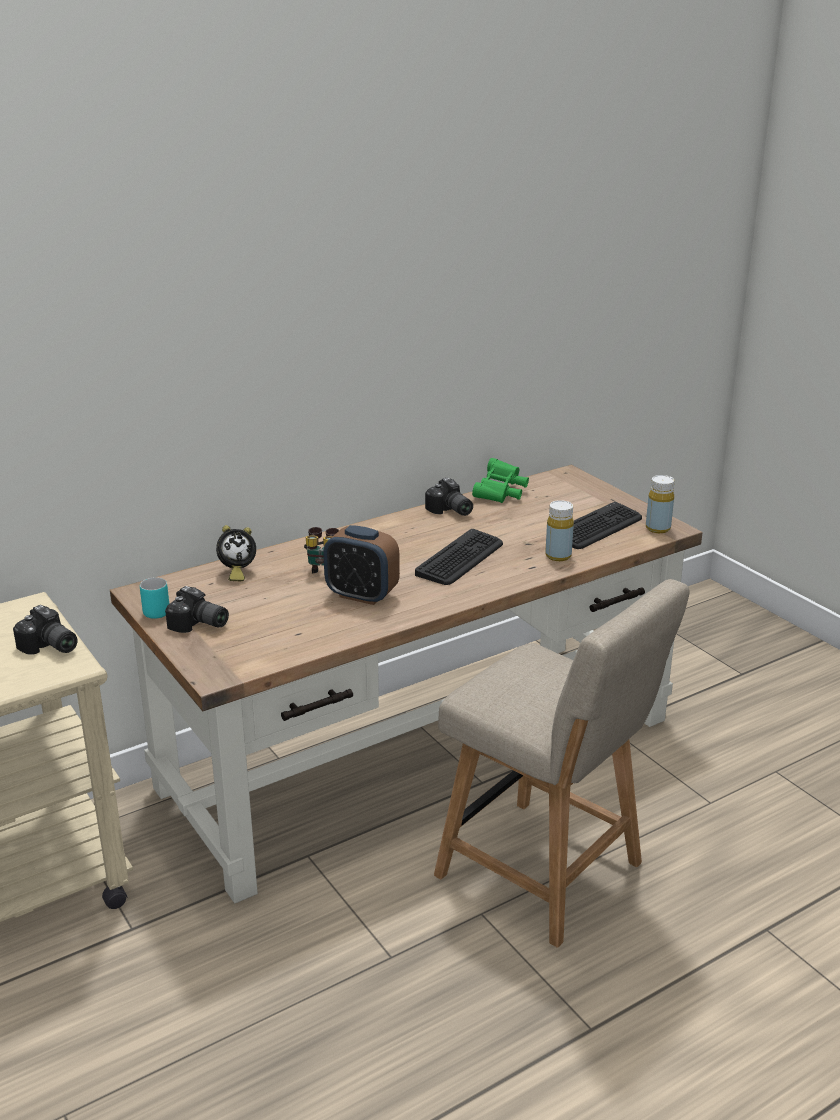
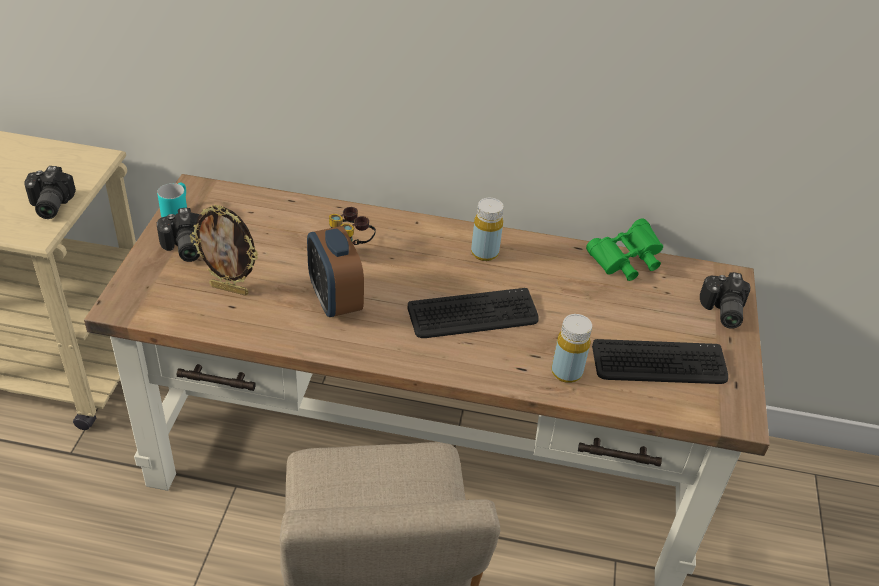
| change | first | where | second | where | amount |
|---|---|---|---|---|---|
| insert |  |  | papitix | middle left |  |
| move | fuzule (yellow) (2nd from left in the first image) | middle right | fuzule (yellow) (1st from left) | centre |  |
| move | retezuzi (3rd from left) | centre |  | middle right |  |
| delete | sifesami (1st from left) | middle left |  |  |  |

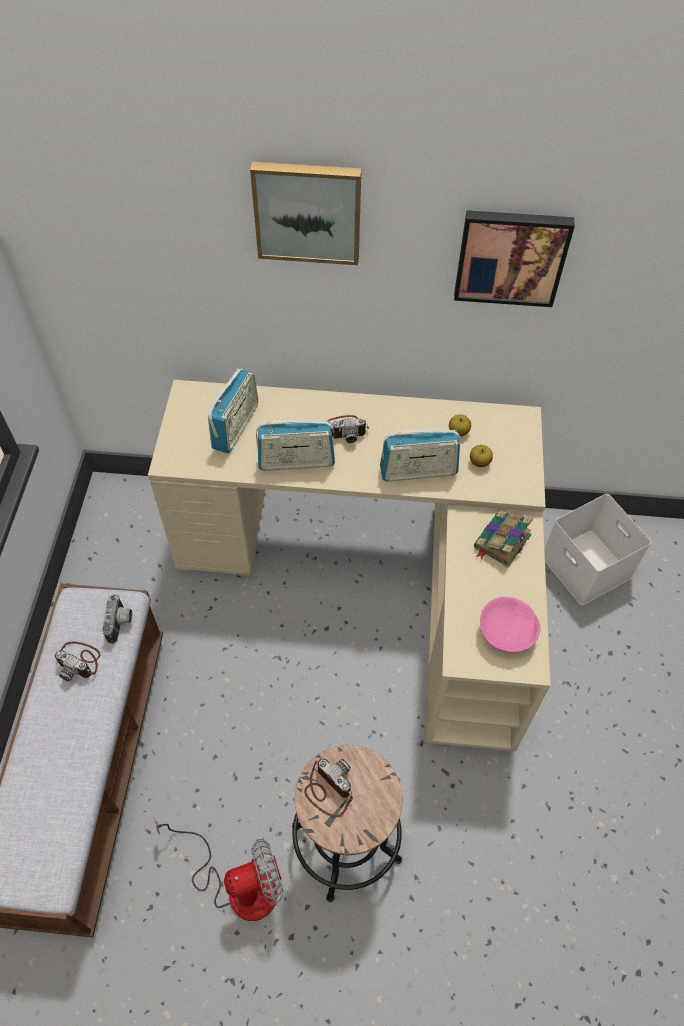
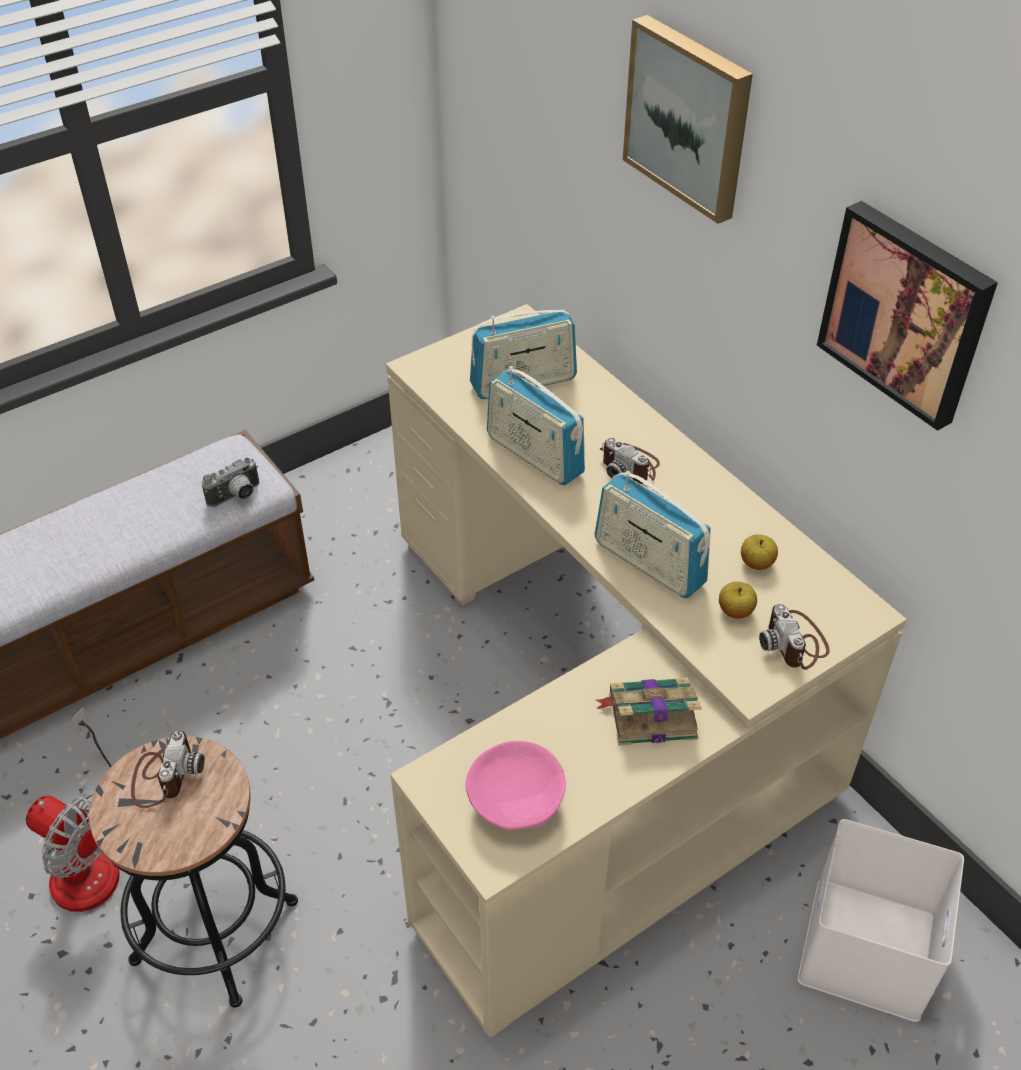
| change | first | where | second | where | amount |
|---|---|---|---|---|---|
| move | retezuzi (1st from left in the first image) | middle left | retezuzi (4th from left) | middle right |  |

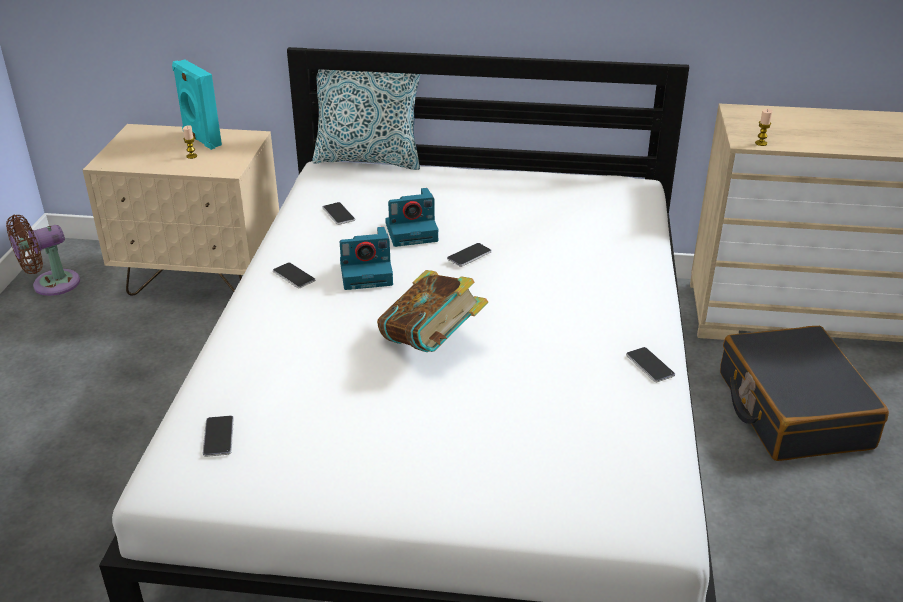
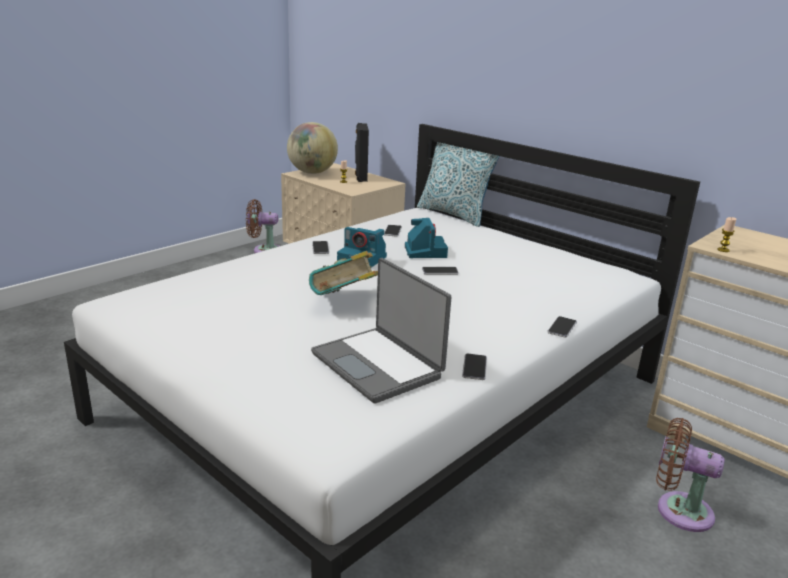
| change | first | where | second | where | amount |
|---|---|---|---|---|---|
| insert |  |  | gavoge | top centre |  |
| insert |  |  | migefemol | centre |  |
| recolor | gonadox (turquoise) | top left | gonadox (black) | top centre |  |
| rotate | retezuzi (2nd from left) | centre |  | centre | 120 degrees counterclockwise |
| move | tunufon (1st from left in the first image) | bottom left | tunufon (5th from left) | middle right |  |
| replace | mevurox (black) | middle right | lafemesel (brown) (2nd from left) | bottom right |  |

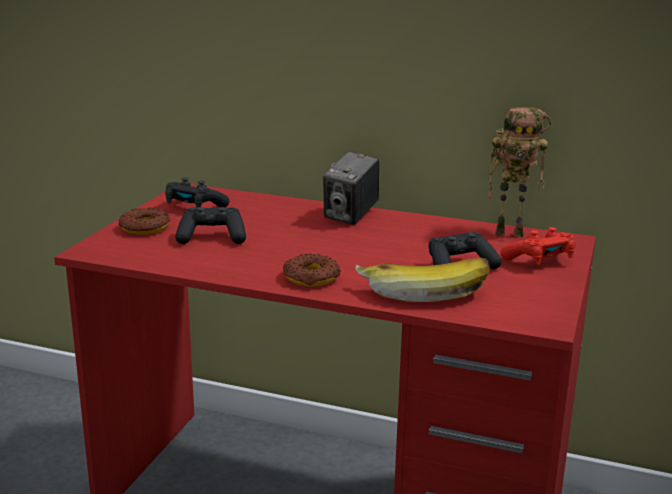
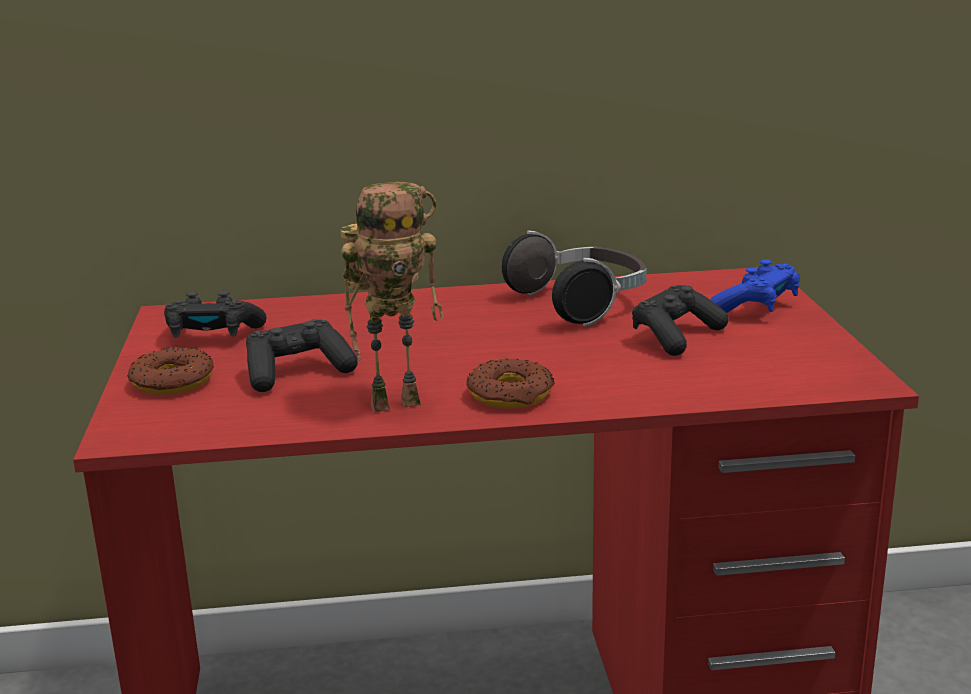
| change | first | where | second | where | amount |
|---|---|---|---|---|---|
| move | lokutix | middle right |  | centre |  |
| insert |  |  | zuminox | centre |  |
| recolor | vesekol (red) | middle right | vesekol (blue) | middle right |  |
| delete | retezuzi | centre |  |  |  |
| delete | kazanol | centre |  |  |  |

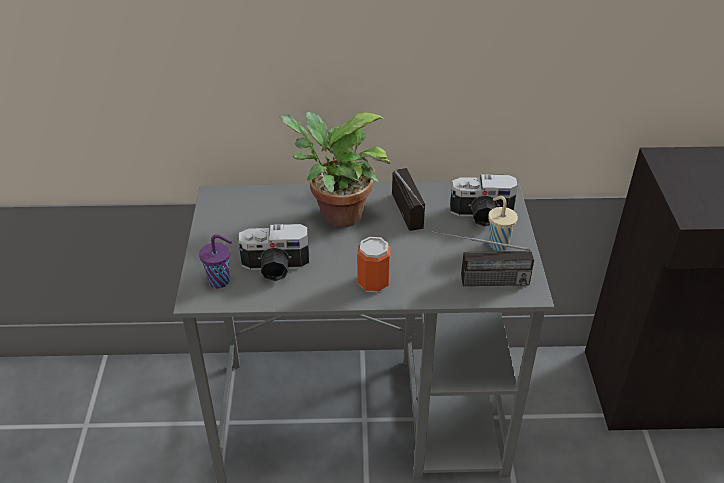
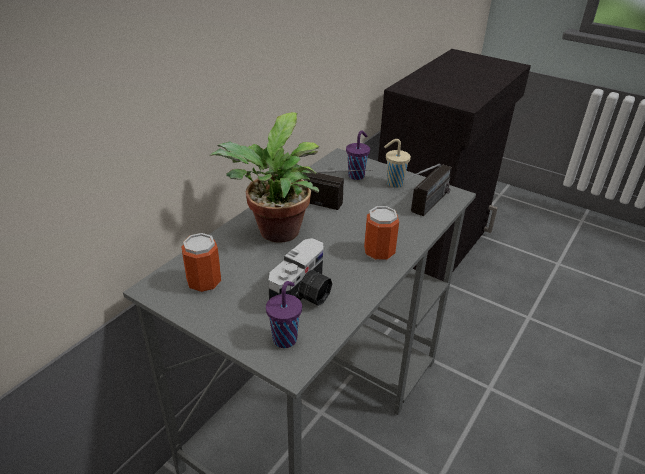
| change | first | where | second | where | amount |
|---|---|---|---|---|---|
| insert |  |  | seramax (1st from left) | middle left |  |
| replace | retezuzi (2nd from left) | middle right | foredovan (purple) (2nd from left) | top centre |  |

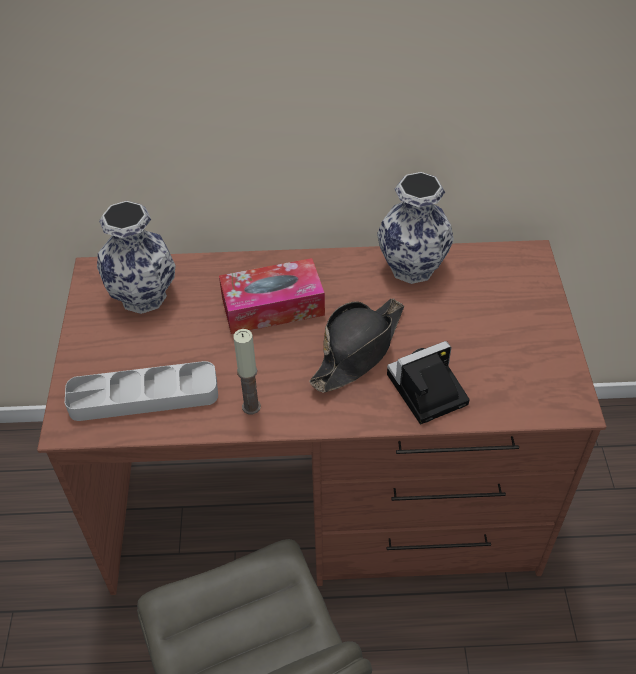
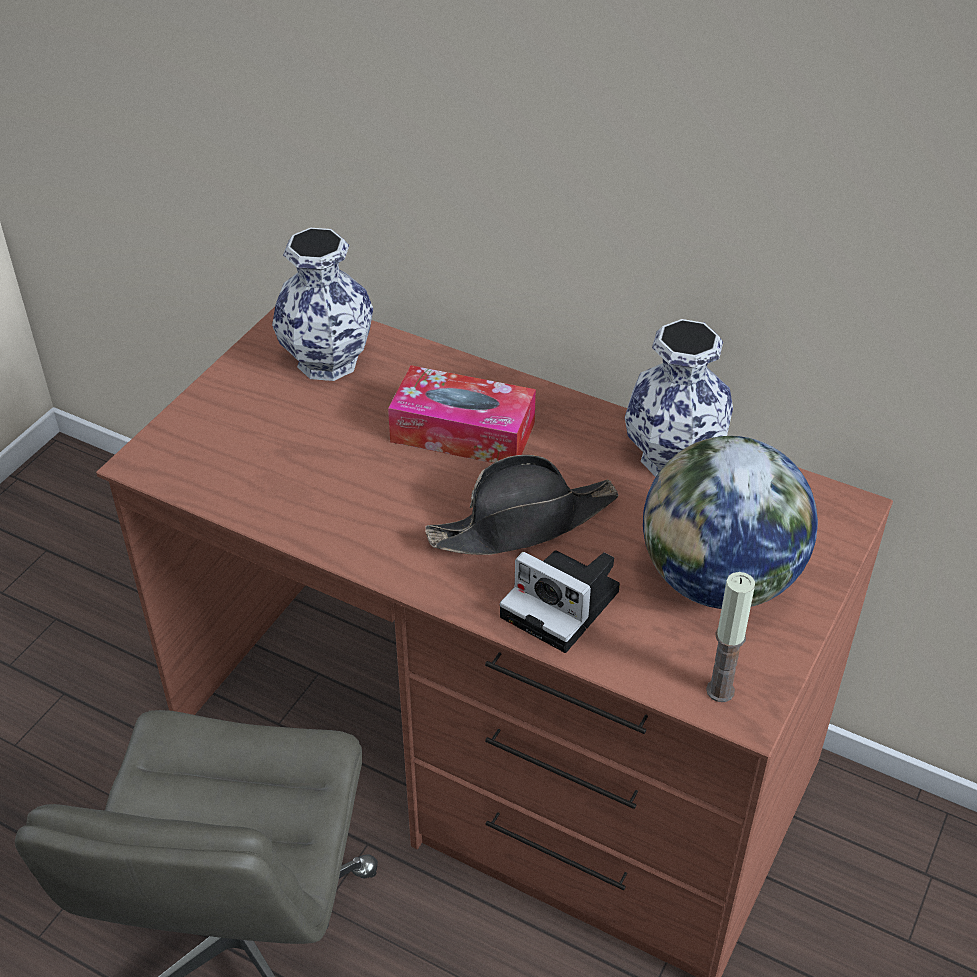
| change | first | where | second | where | amount |
|---|---|---|---|---|---|
| rotate | retezuzi | middle right |  | centre | 150 degrees counterclockwise |
| insert |  |  | gavoge | middle right |  |
| move | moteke | centre |  | middle right |  |
| delete | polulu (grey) | middle left |  |  |  |

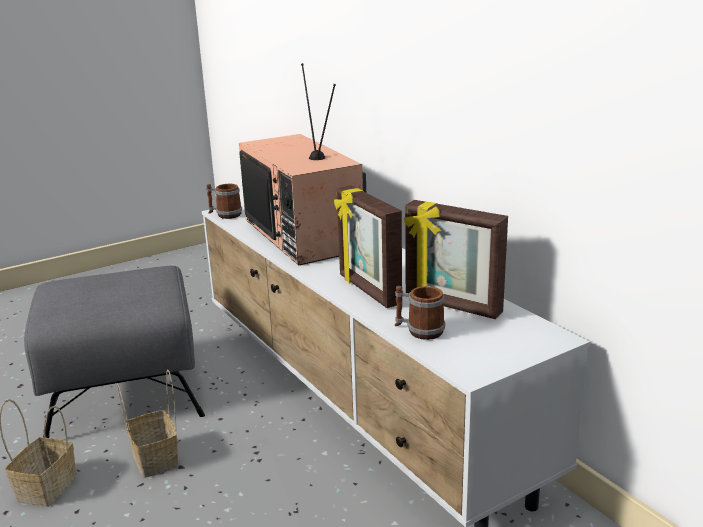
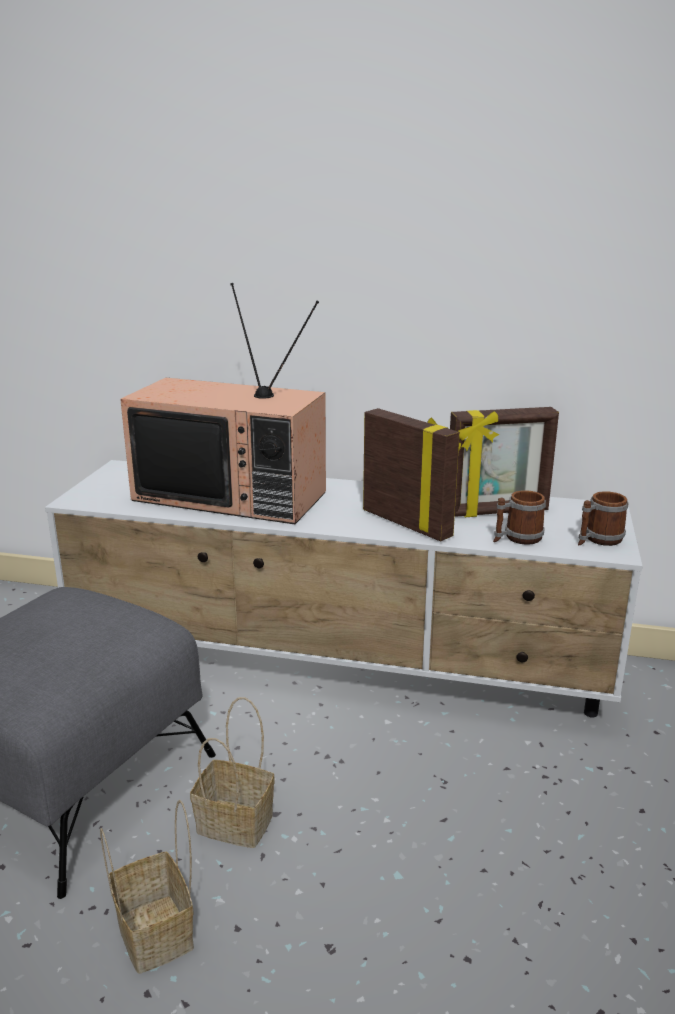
| change | first | where | second | where | amount |
|---|---|---|---|---|---|
| rotate | papitix (1st from left) | centre |  | centre | 150 degrees counterclockwise |
| move | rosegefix (1st from left in the first image) | middle left | rosegefix (2nd from left) | middle right |  |

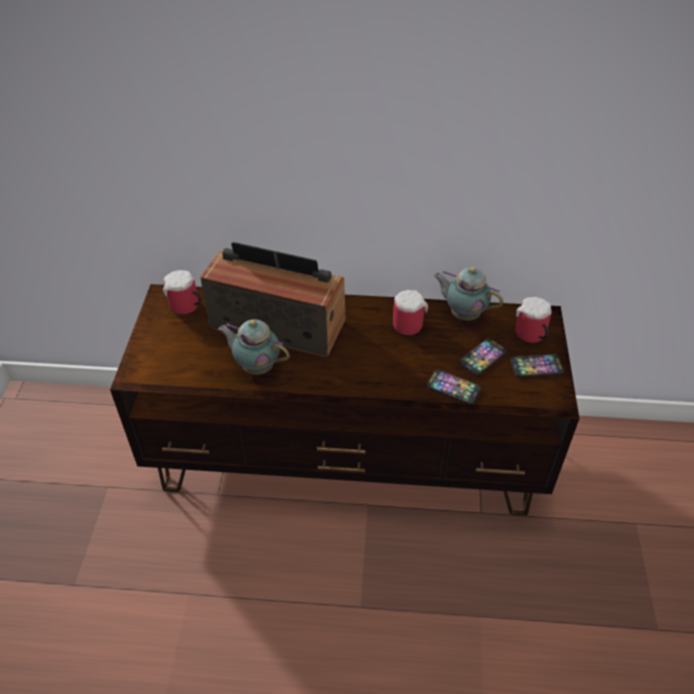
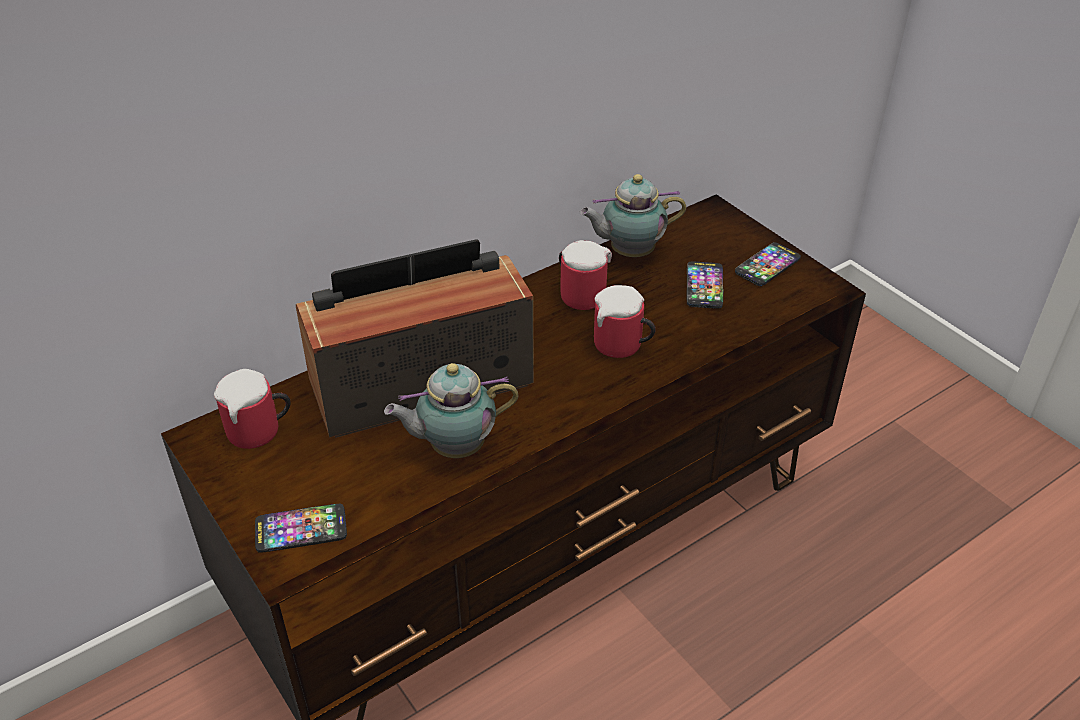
| change | first | where | second | where | amount |
|---|---|---|---|---|---|
| move | tunufon (1st from left) | centre |  | bottom left |  |
| move | rosegefix (3rd from left) | middle right |  | centre |  |

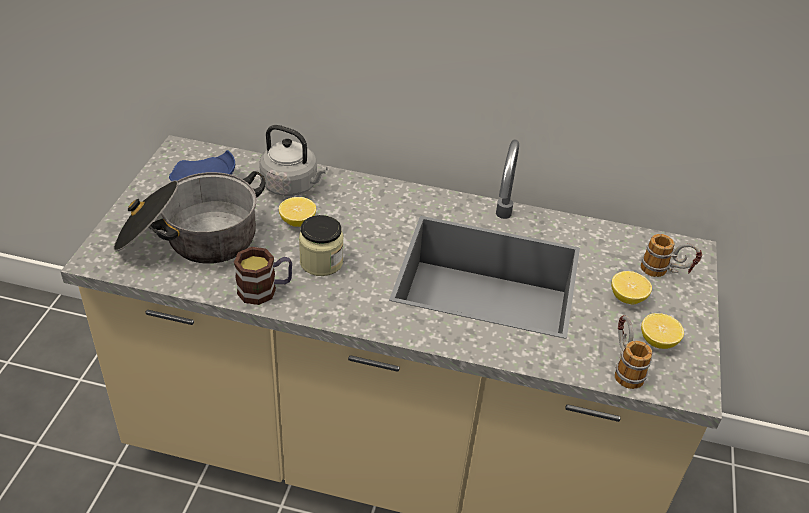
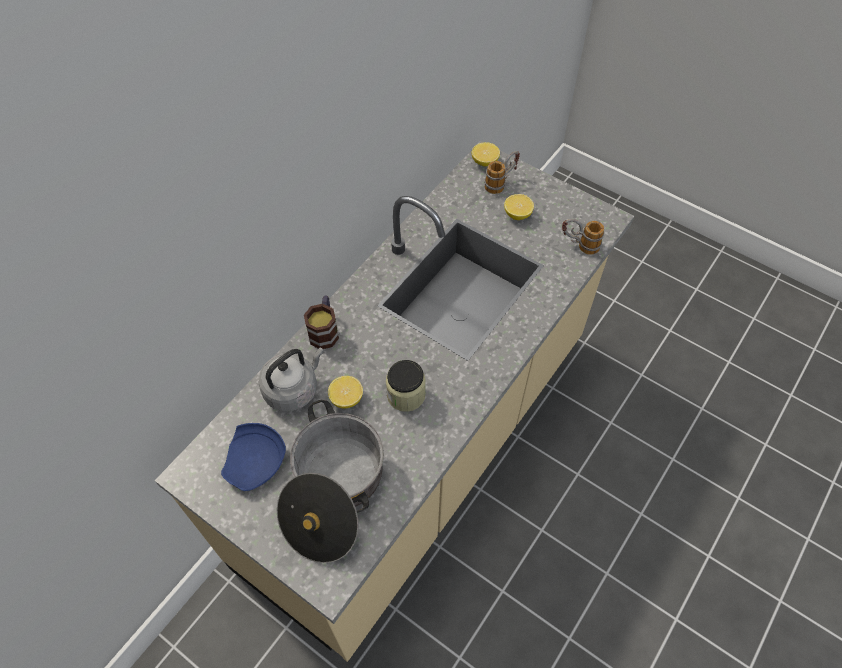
| change | first | where | second | where | amount |
|---|---|---|---|---|---|
| move | rosegefix (1st from left) | middle left |  | centre |  |
| move | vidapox (3rd from left in the first image) | middle right | vidapox (2nd from left) | top centre |  |

